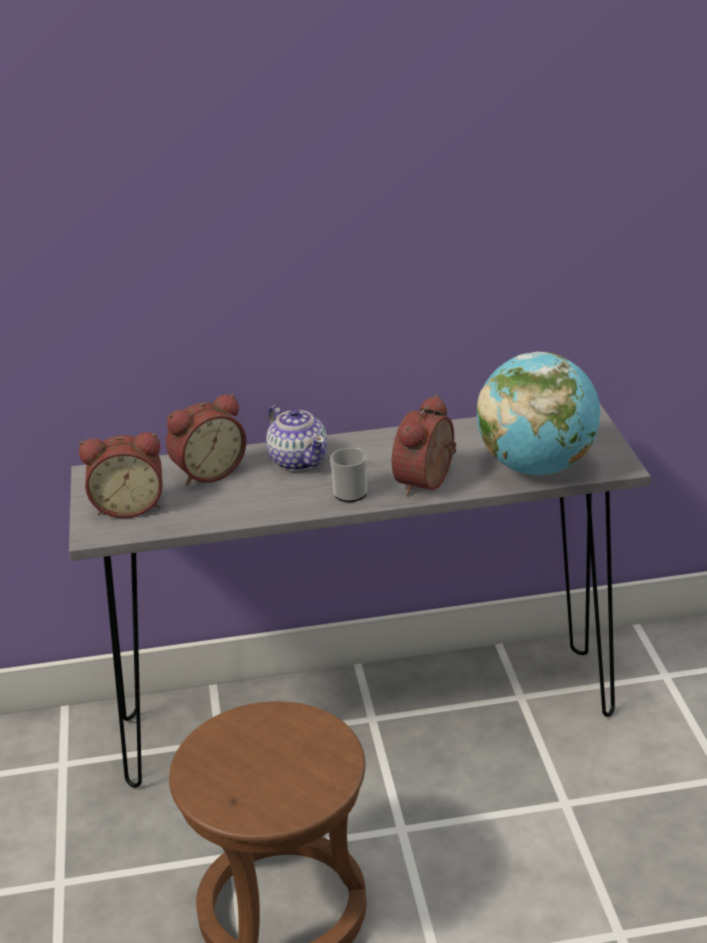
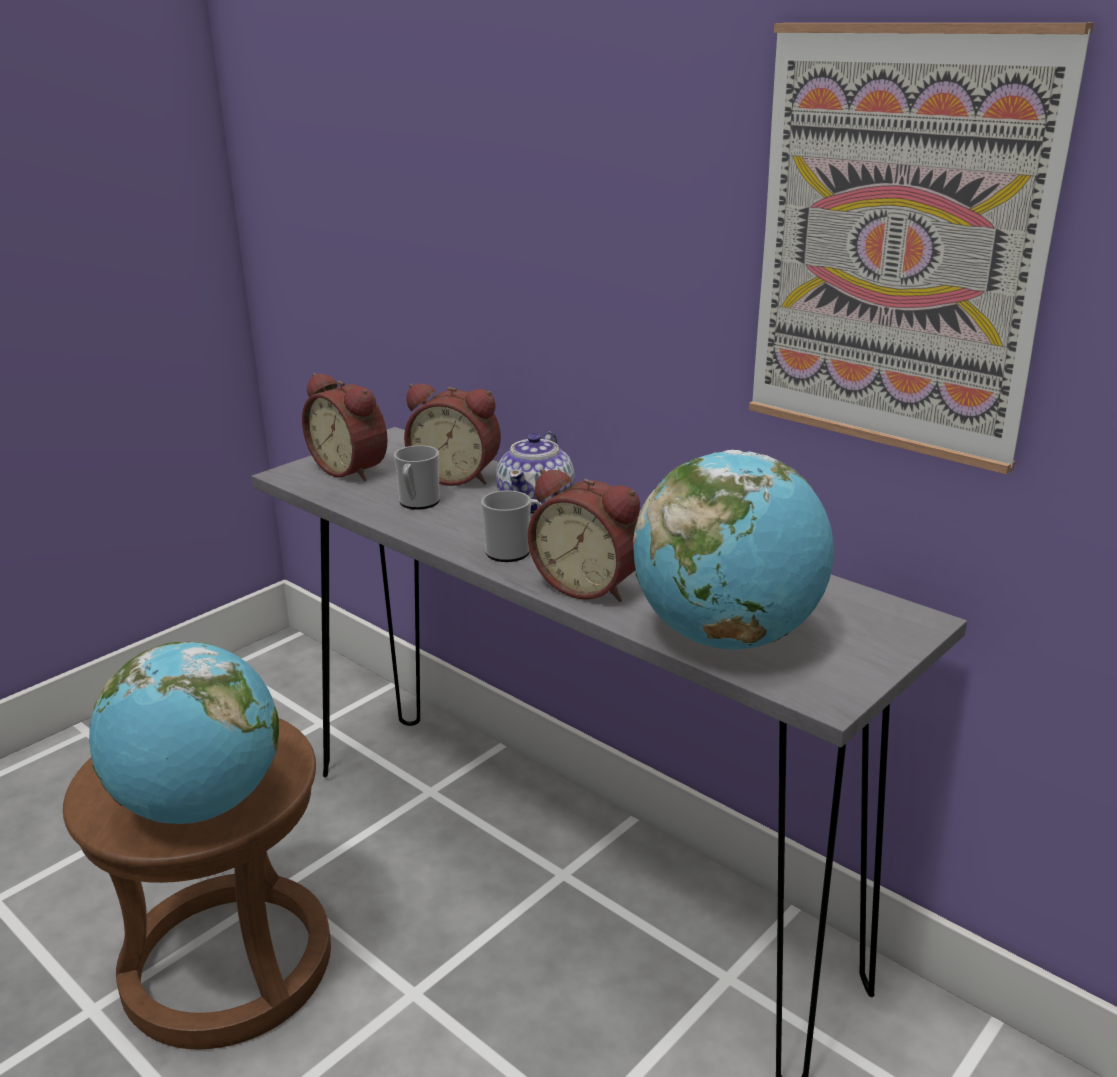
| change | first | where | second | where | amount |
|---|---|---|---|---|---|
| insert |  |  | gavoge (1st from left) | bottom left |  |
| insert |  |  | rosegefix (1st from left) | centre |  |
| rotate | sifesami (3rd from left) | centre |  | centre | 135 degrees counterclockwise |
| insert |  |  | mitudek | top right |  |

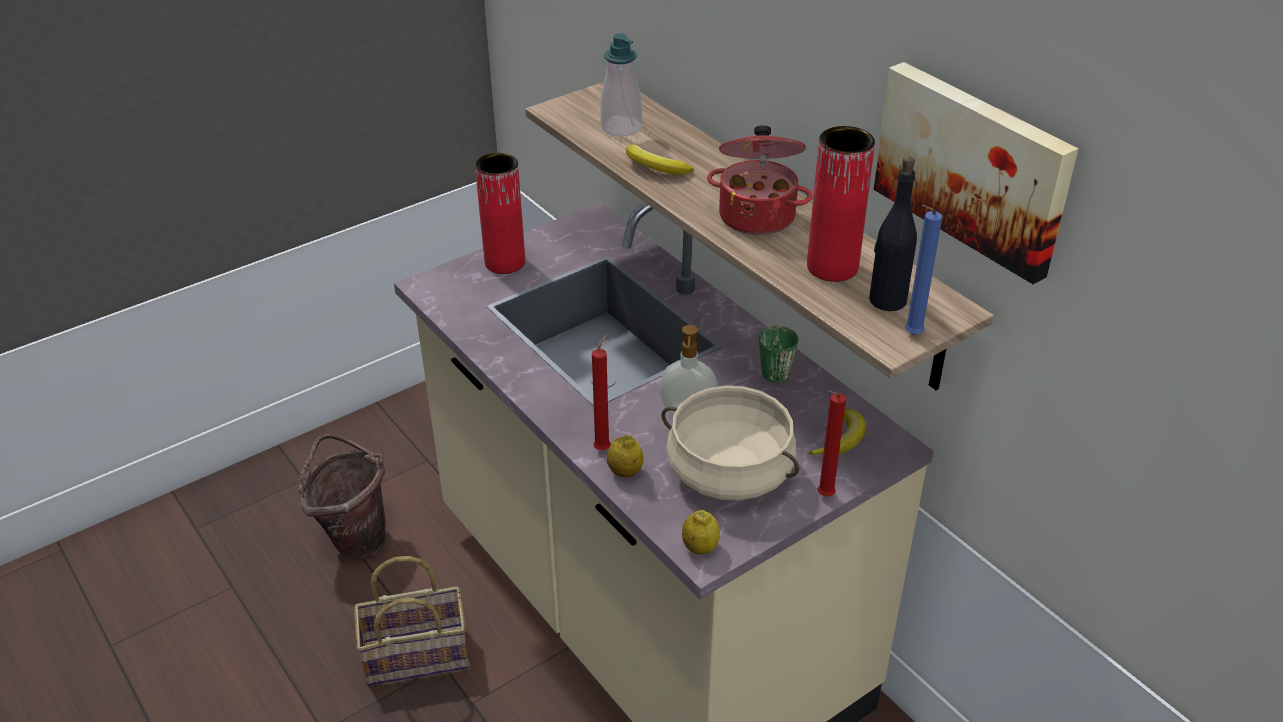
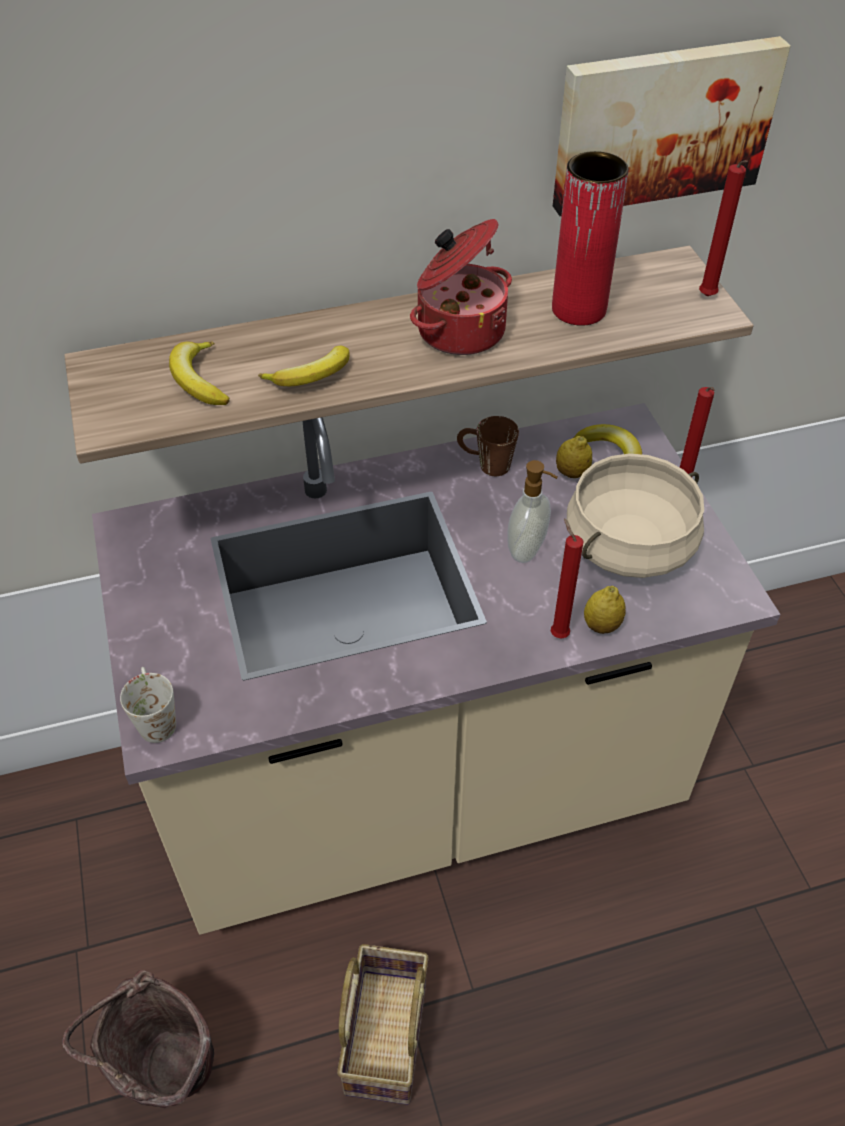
| change | first | where | second | where | amount |
|---|---|---|---|---|---|
| insert |  |  | rosegefix (white) | middle left |  |
| replace | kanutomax (1st from left) | top centre | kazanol (1st from left) | top left |  |
| recolor | rosegefix (green) | centre | rosegefix (brown) | centre |  |
| move | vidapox (2nd from left in the first image) | bottom centre | vidapox (1st from left) | middle right |  |
| recolor | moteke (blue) | middle right | moteke (red) (3rd from left) | top right |  |
| delete | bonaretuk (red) (1st from left) | top centre |  |  |  |
| delete | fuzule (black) | top right |  |  |  |

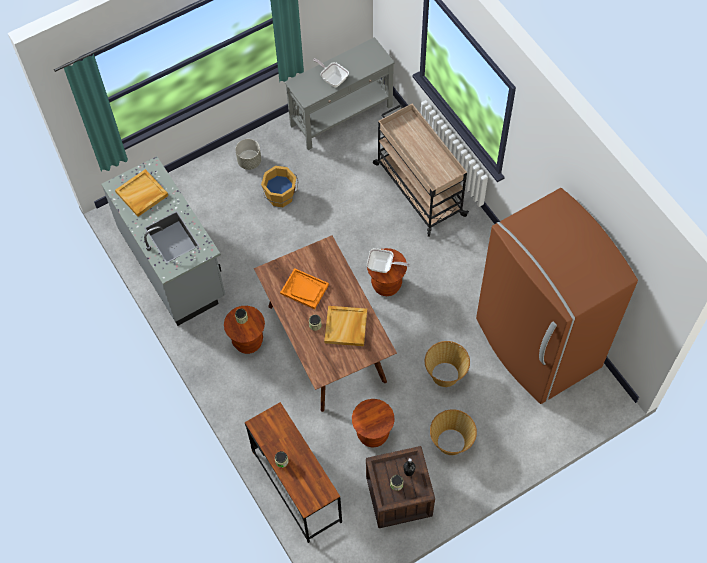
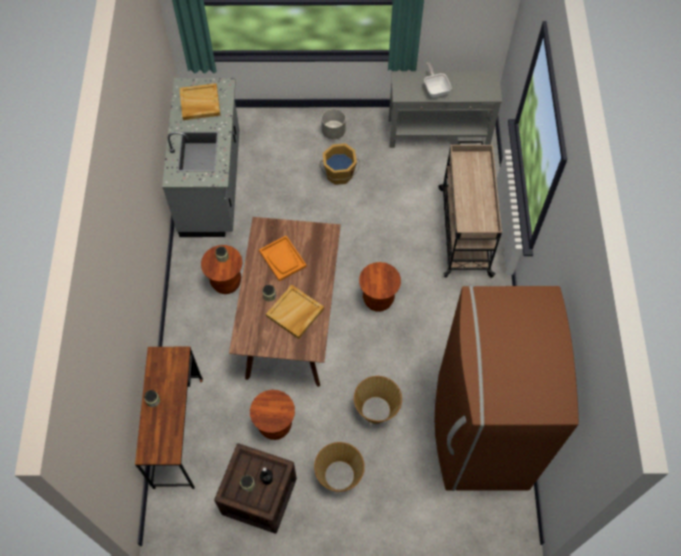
| change | first | where | second | where | amount |
|---|---|---|---|---|---|
| delete | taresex (2nd from left) | centre |  |  |  |

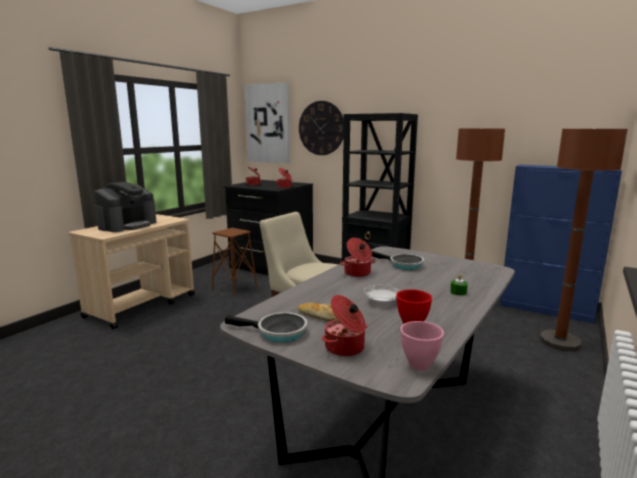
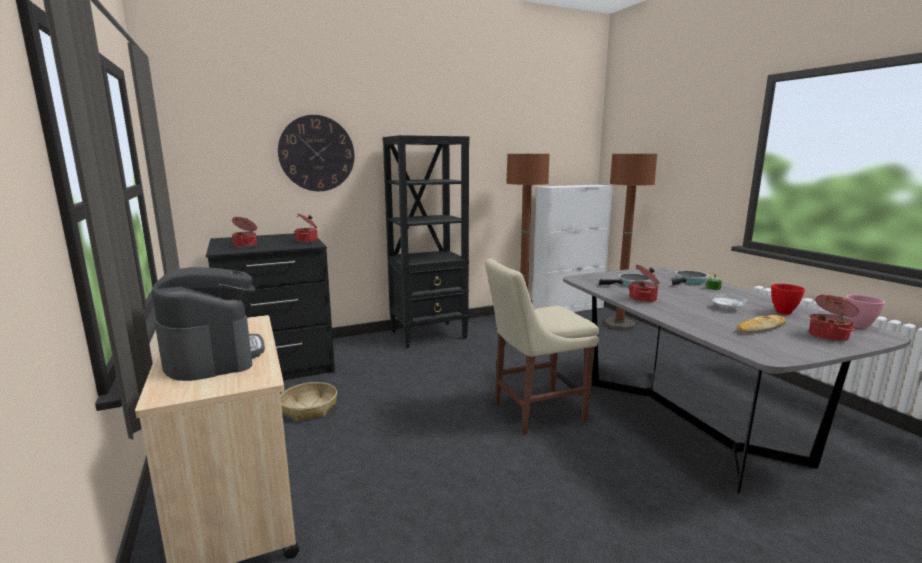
| change | first | where | second | where | amount |
|---|---|---|---|---|---|
| replace | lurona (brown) | centre | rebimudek | bottom centre |  |
| recolor | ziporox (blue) | middle right | ziporox (white) | centre |  |
| move | taresex (1st from left in the first image) | bottom centre | taresex (2nd from left) | middle right |  |
| delete | mitudek | top centre |  |  |  |

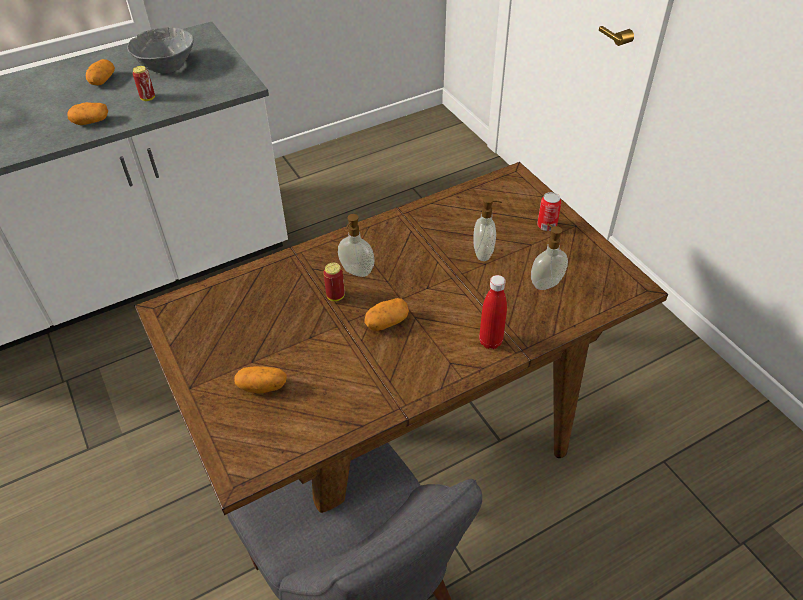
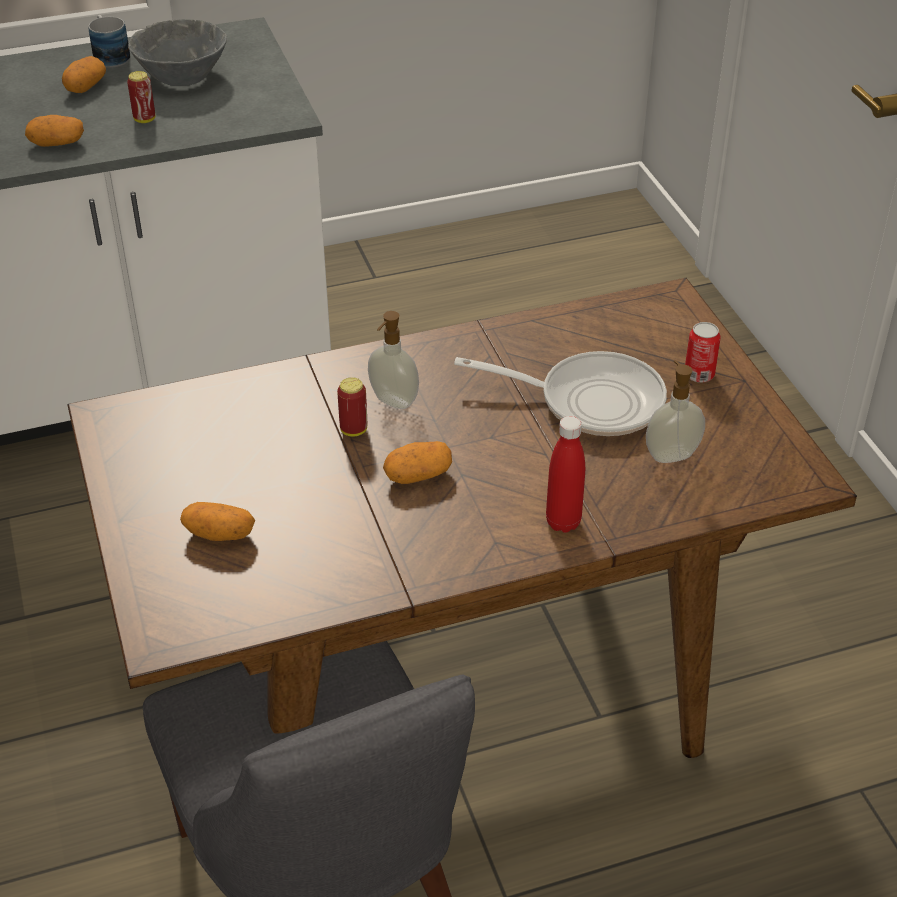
| change | first | where | second | where | amount |
|---|---|---|---|---|---|
| insert |  |  | rosegefix | top left |  |
| replace | kanutomax (2nd from left) | centre | taresex | centre |  |

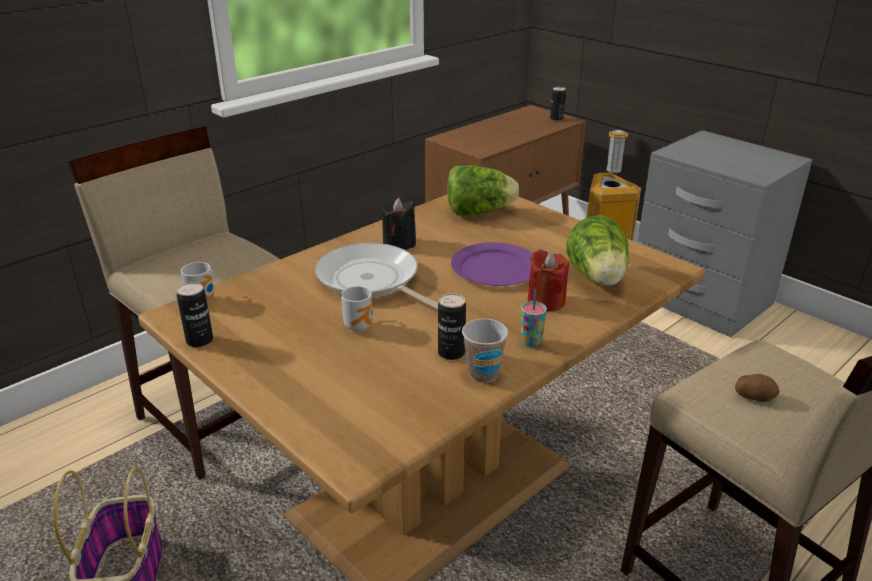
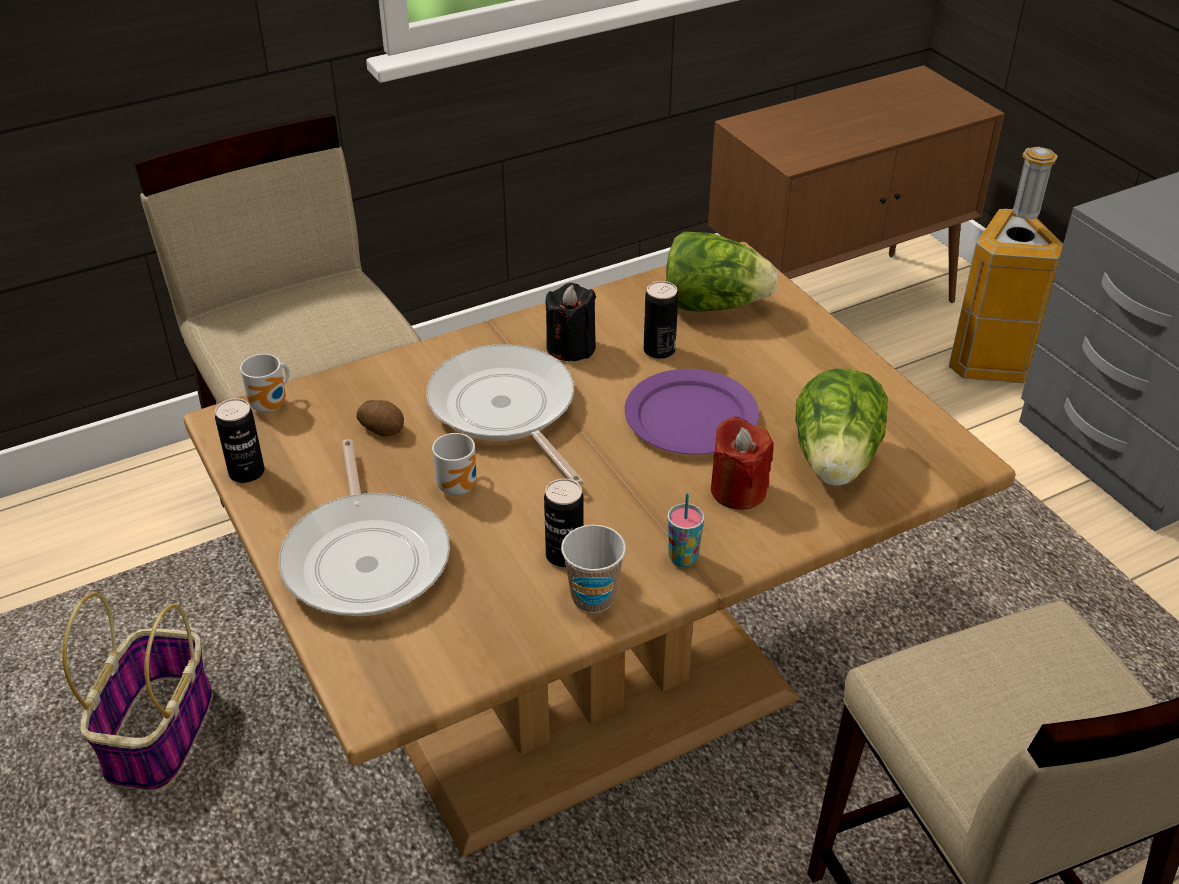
| change | first | where | second | where | amount |
|---|---|---|---|---|---|
| insert |  |  | taresex (1st from left) | middle left |  |
| move | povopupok | bottom right |  | middle left |  |
| move | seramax (3rd from left) | top centre |  | centre |  |

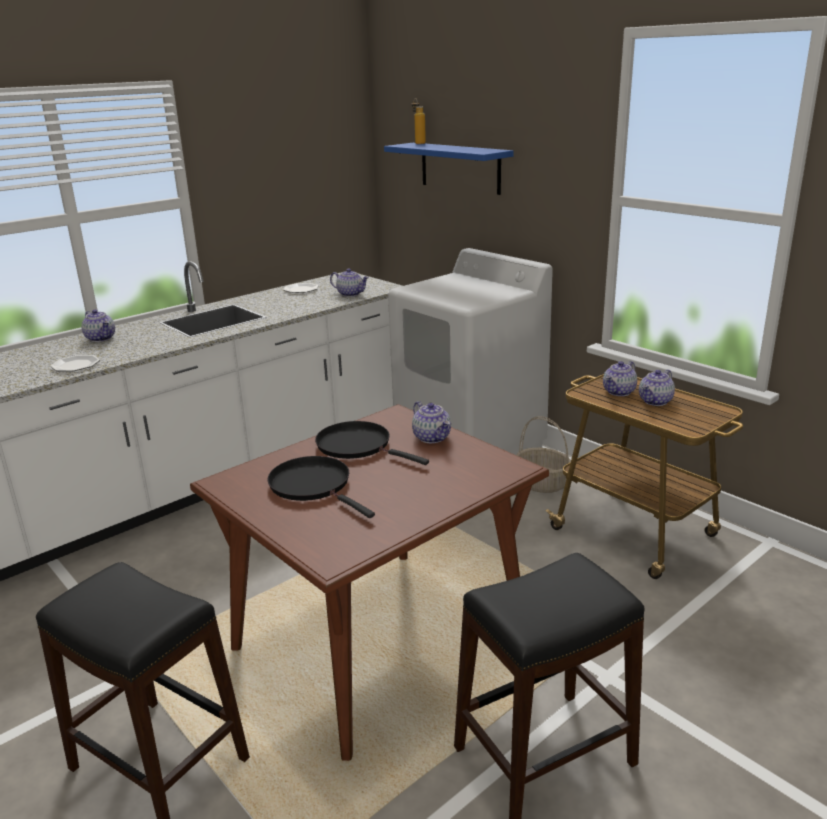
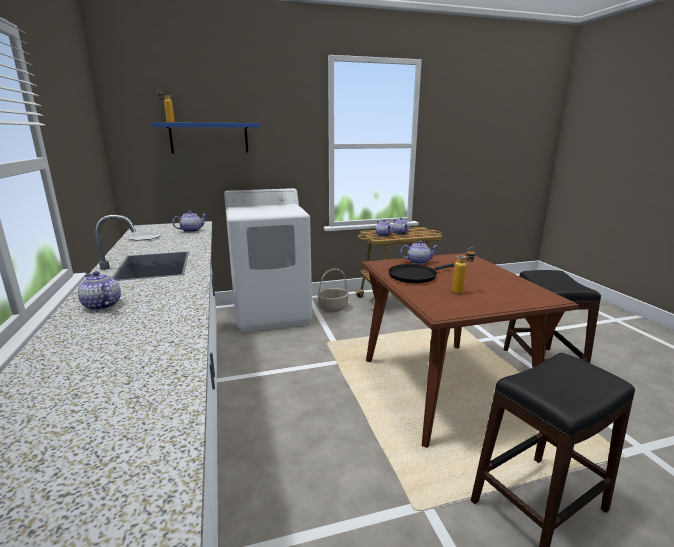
| change | first | where | second | where | amount |
|---|---|---|---|---|---|
| rotate | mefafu (1st from left) | middle left |  | middle left | 120 degrees counterclockwise |
| replace | taresex (black) (1st from left) | centre | fuzule (2nd from left) | middle right |  |
| delete | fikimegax (1st from left) | middle left |  |  |  |

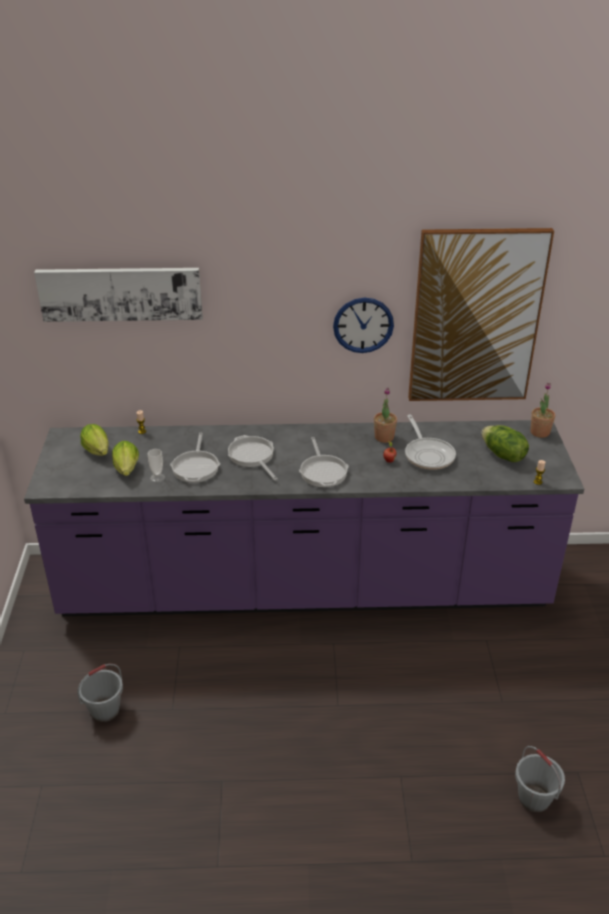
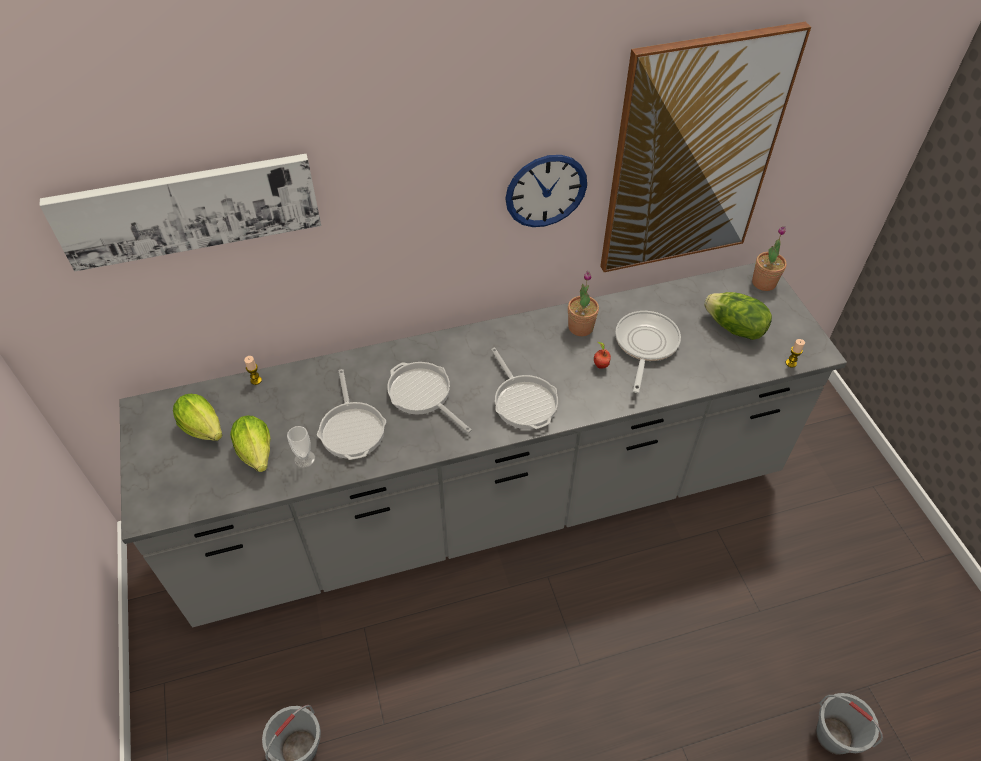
| change | first | where | second | where | amount |
|---|---|---|---|---|---|
| recolor | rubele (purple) | centre | rubele (grey) | centre |  |
| rotate | taresex (4th from left) | middle right |  | centre | 135 degrees counterclockwise |

